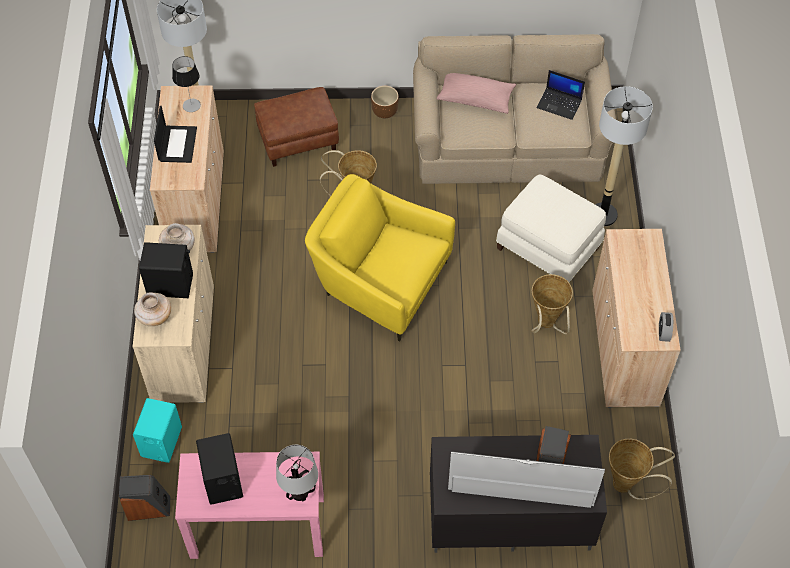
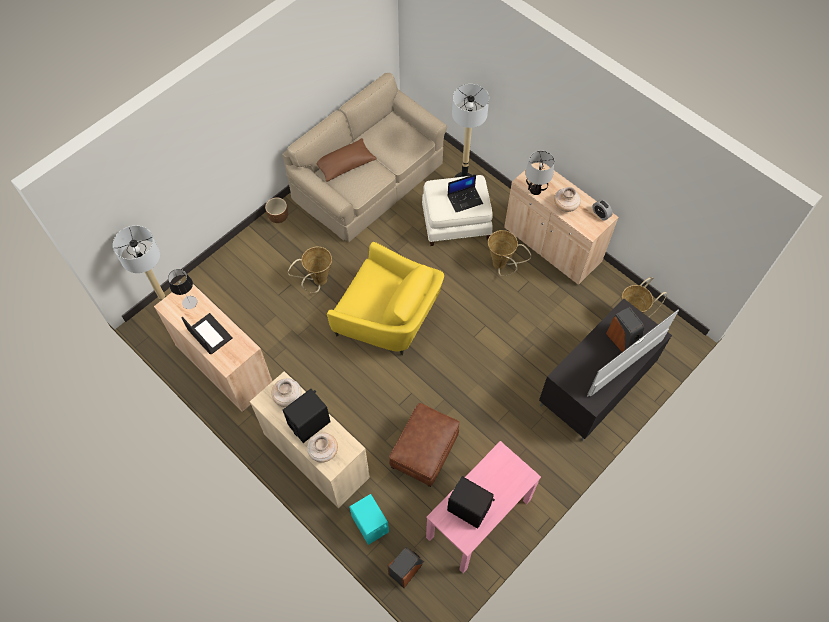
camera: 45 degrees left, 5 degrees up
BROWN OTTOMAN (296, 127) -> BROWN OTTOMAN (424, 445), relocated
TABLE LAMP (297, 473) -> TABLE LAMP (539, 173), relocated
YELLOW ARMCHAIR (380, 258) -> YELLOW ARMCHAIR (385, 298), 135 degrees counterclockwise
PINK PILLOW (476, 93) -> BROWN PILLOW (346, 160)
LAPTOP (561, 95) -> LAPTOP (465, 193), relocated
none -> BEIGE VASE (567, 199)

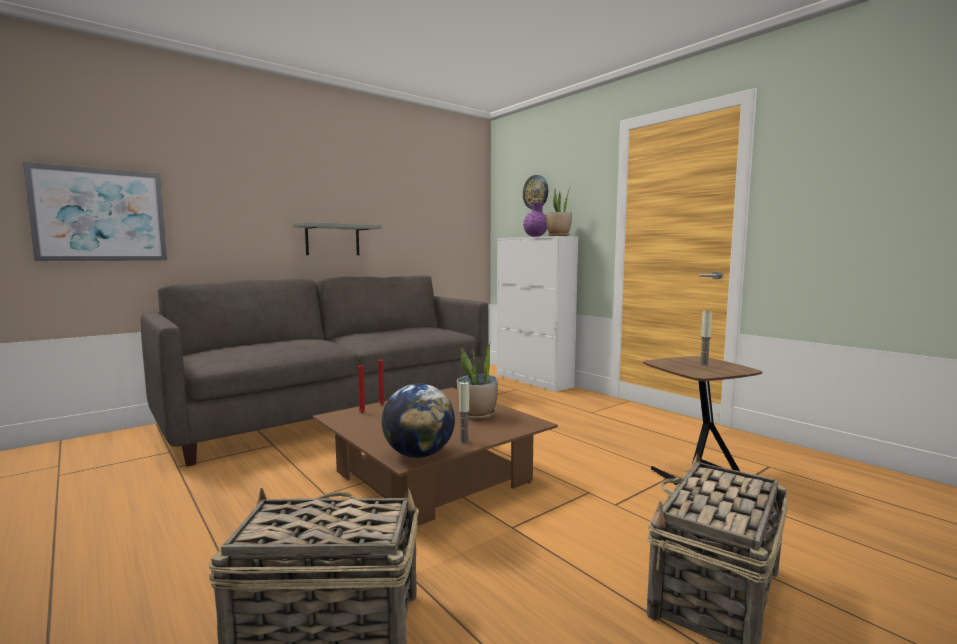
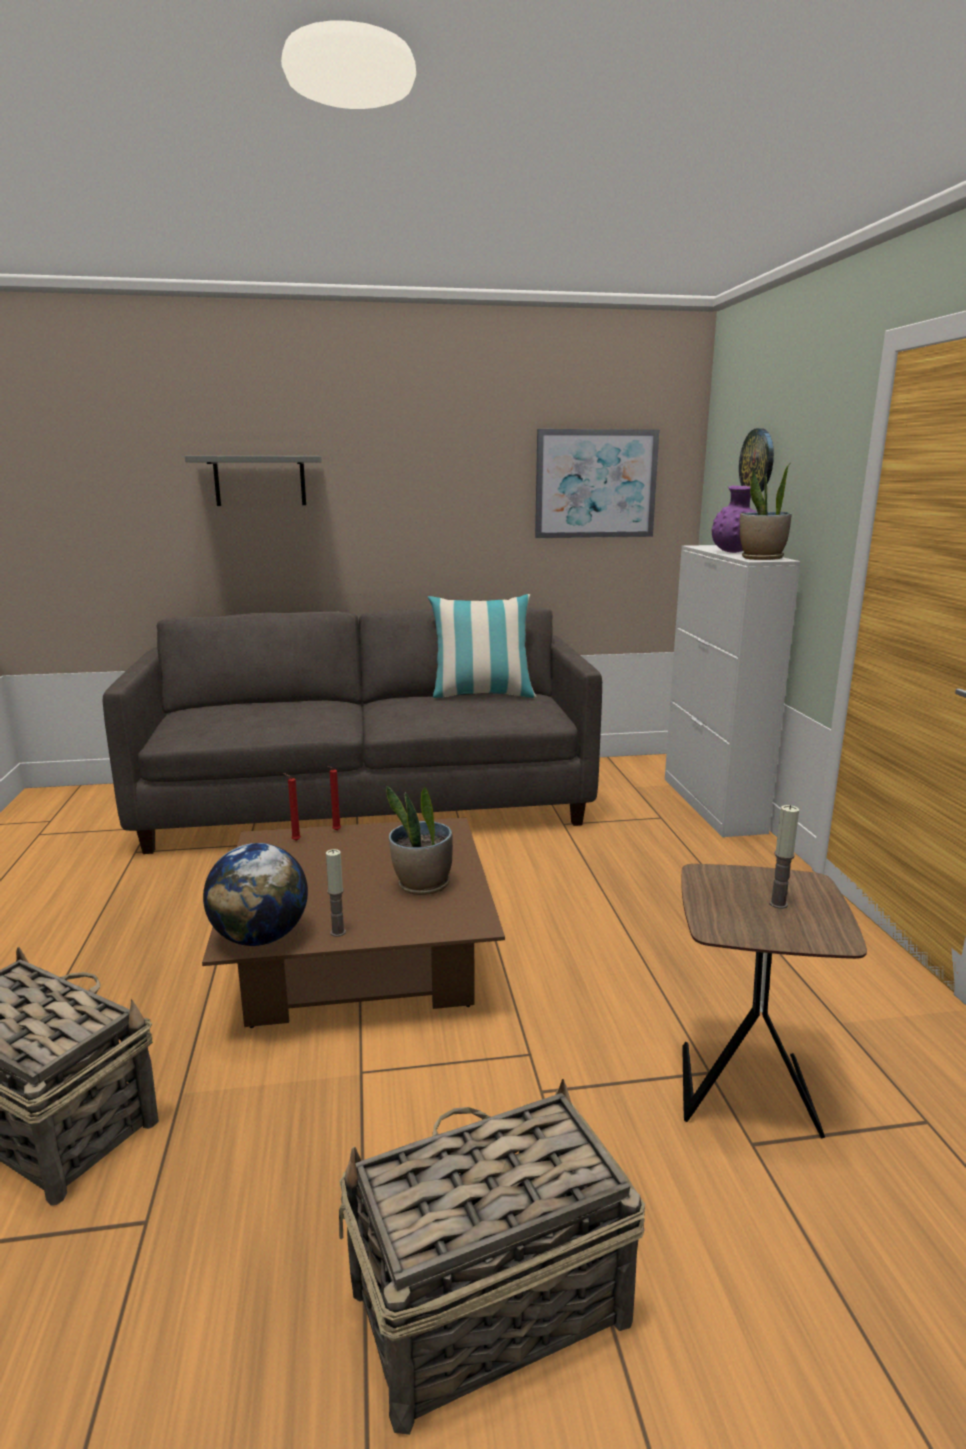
camera: 30 degrees right, 10 degrees up
PICTURE (95, 211) -> PICTURE (597, 483), relocated
GREY SHELF (337, 238) -> GREY SHELF (253, 481), relocated
none -> PILLOW (482, 646)

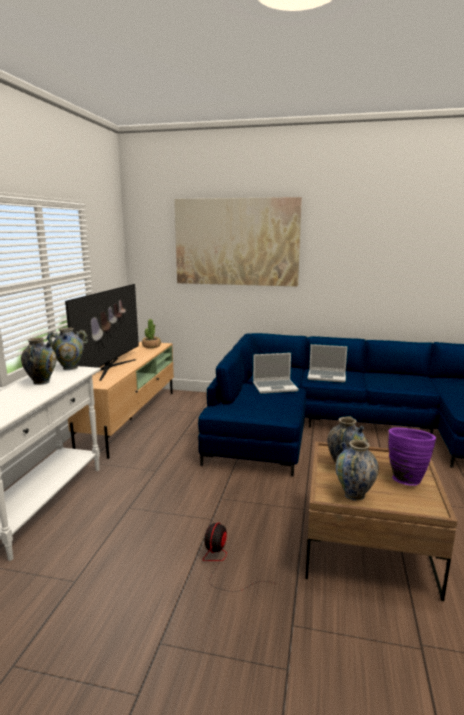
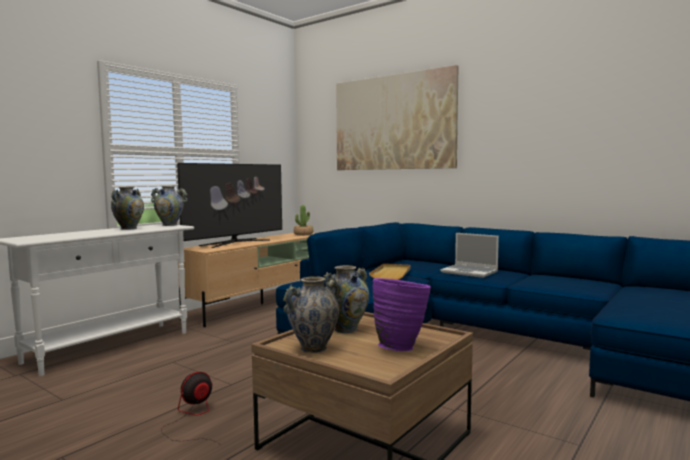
camera: 25 degrees right, 10 degrees down
LAPTOP (276, 373) -> BEIGE TRAY (389, 272)

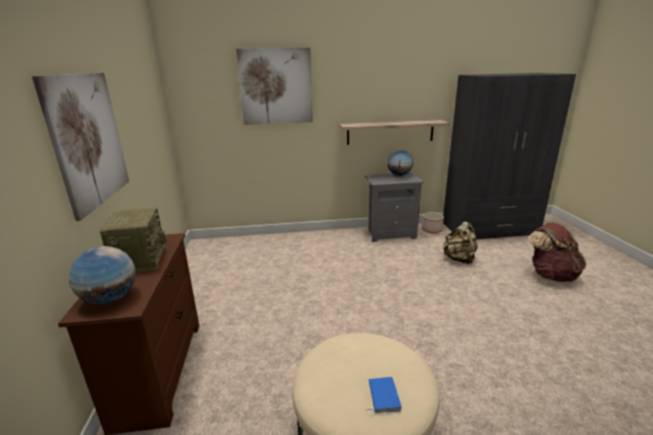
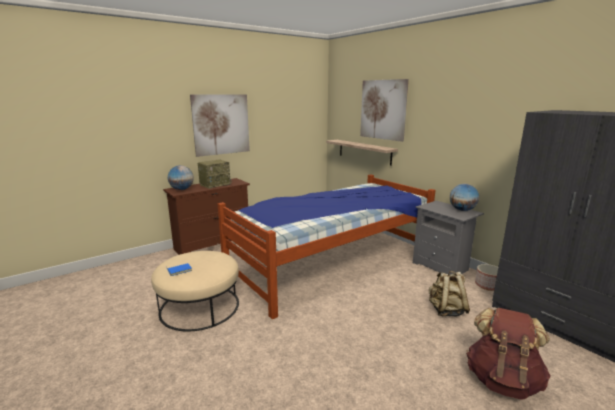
camera: 60 degrees right, 5 degrees down
SHELF (394, 132) -> SHELF (362, 153), relocated
none -> BED (327, 247)

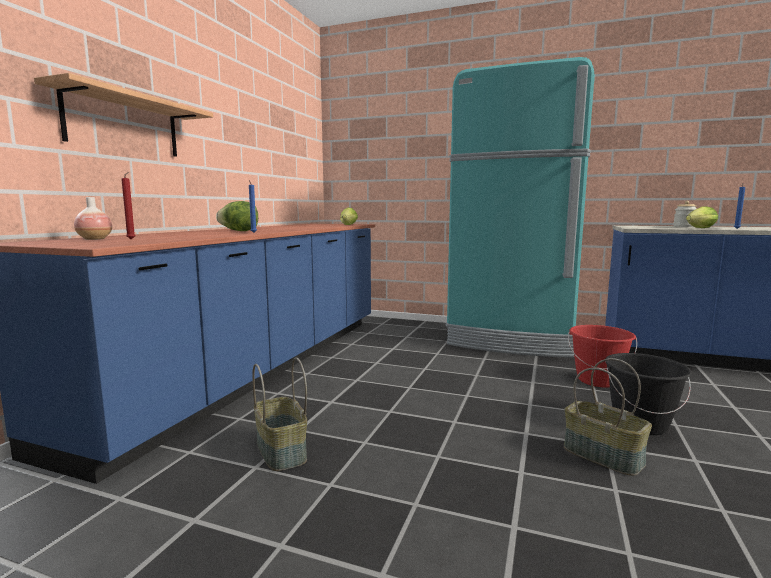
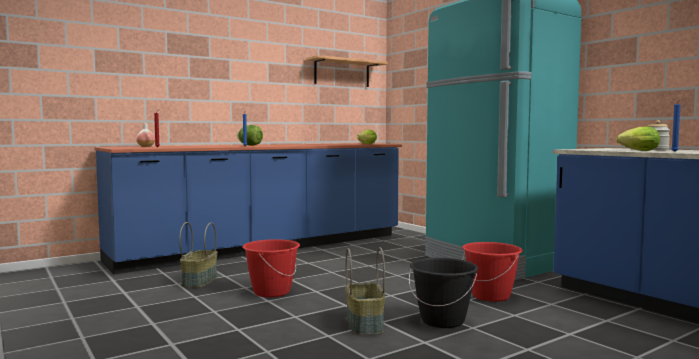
camera: 35 degrees right, 5 degrees down
SHELF (123, 115) -> SHELF (347, 71), relocated
none -> RED BUCKET (271, 268)

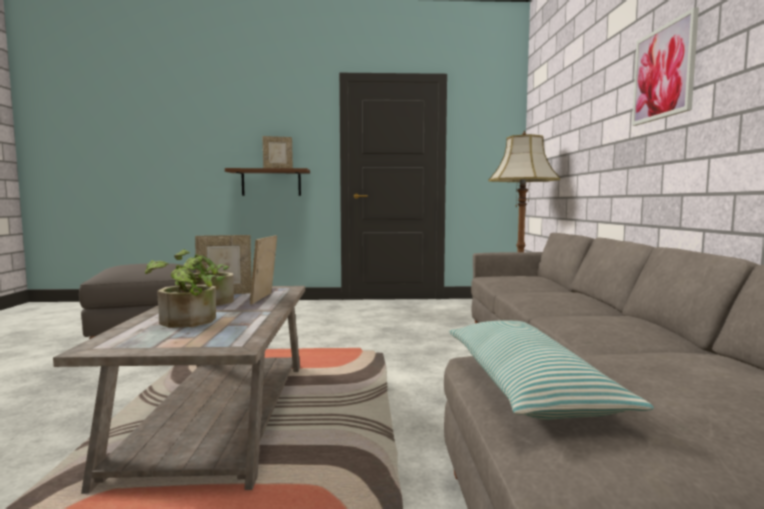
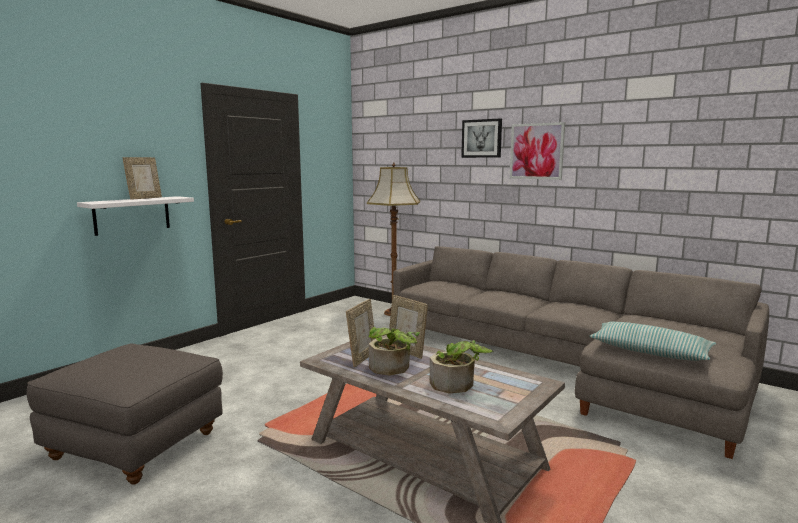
camera: 50 degrees left, 5 degrees up
BROWN SHELF (267, 182) -> WHITE SHELF (135, 216)
none -> PICTURE (481, 138)

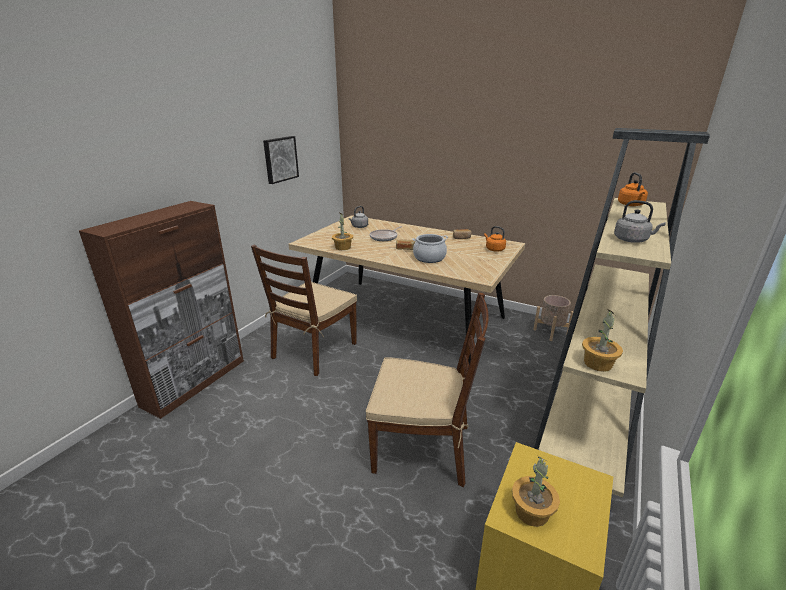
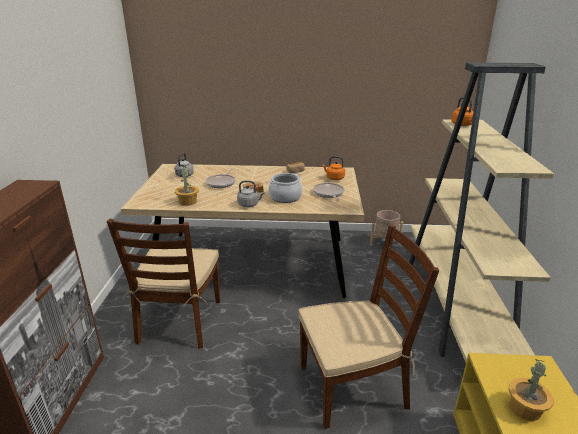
camera: 25 degrees left, 0 degrees up
PICTURE (281, 160) -> none
POTTED PLANT (602, 340) -> none
GREY KETTLE (640, 221) -> GREY KETTLE (251, 194), relocated
none -> FRYING PAN (328, 192)

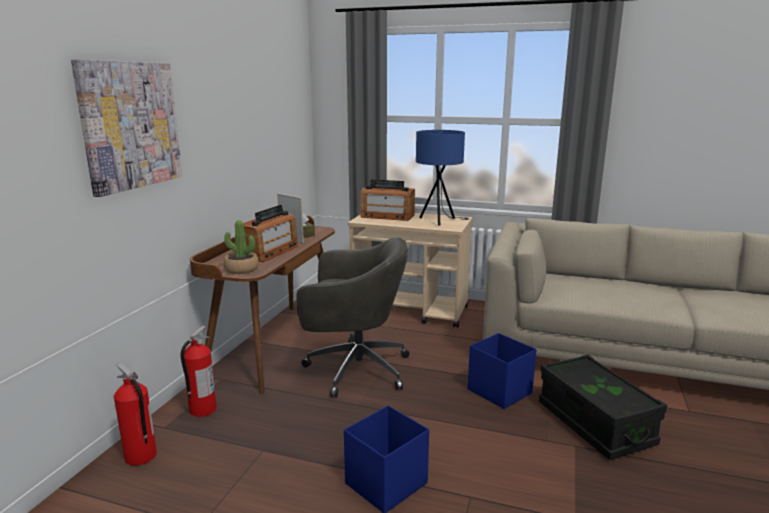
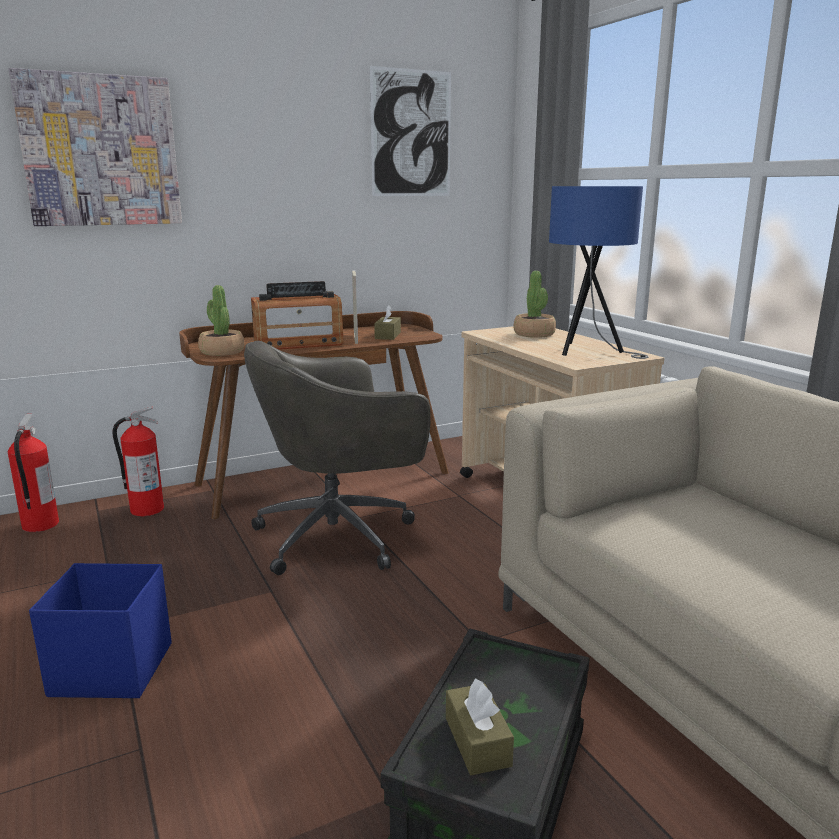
camera: 45 degrees right, 0 degrees up
GREY OFFICE CHAIR (353, 317) -> GREY OFFICE CHAIR (337, 458), 105 degrees clockwise
RADIO (388, 200) -> POTTED PLANT (535, 304)
BLUE STORAGE BOX (502, 371) -> none
none -> PICTURE (410, 131)
none -> BROWN TISSUE BOX (480, 726)

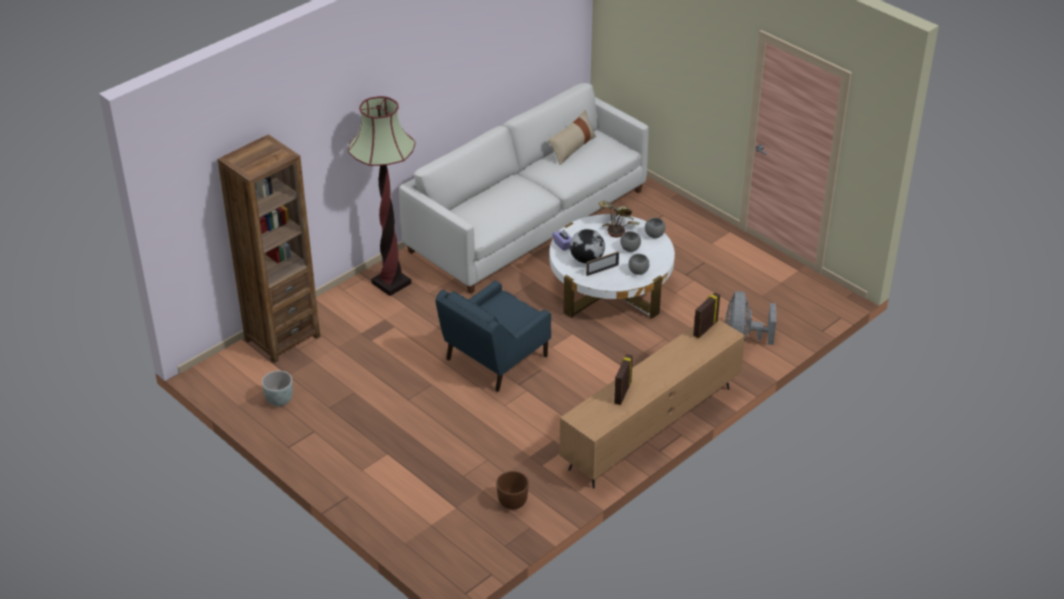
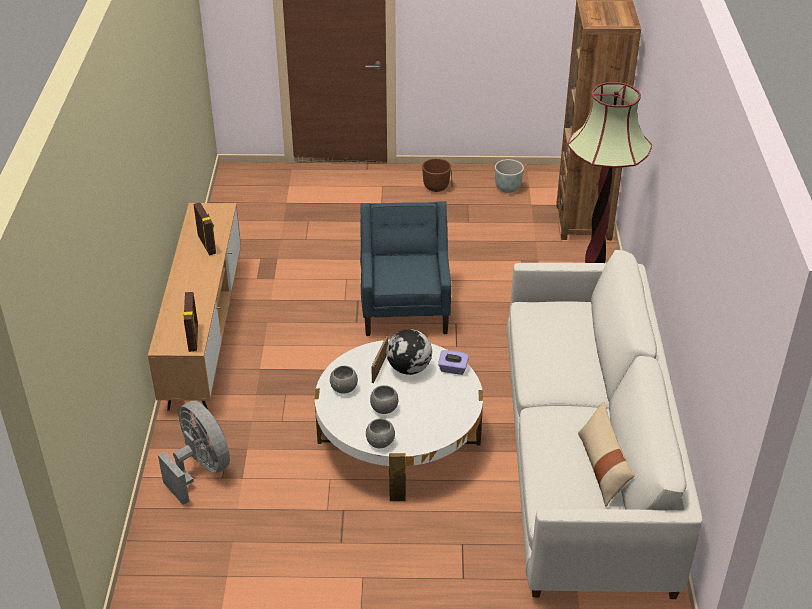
camera: 135 degrees right, 0 degrees up
BROWN PLANTER (512, 490) -> BROWN PLANTER (436, 175), relocated
POTTED PLANT (619, 219) -> none

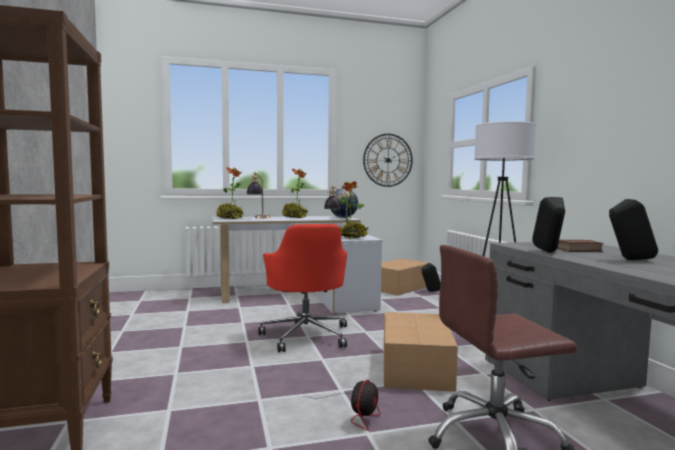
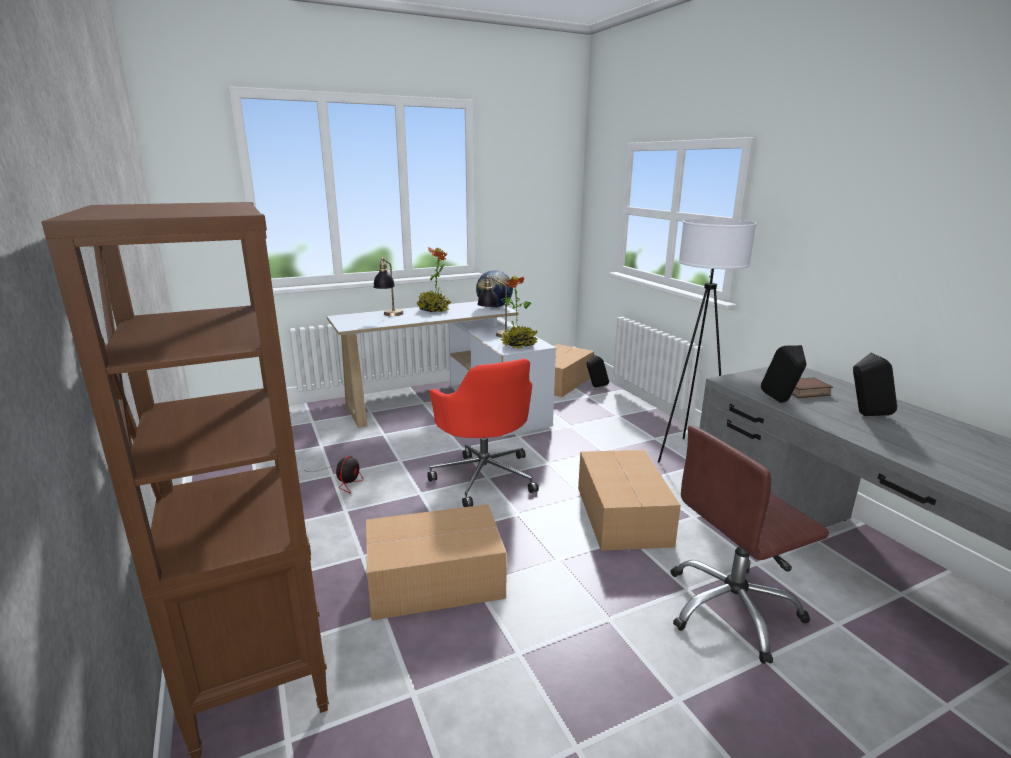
camera: 10 degrees left, 15 degrees up
POTTED PLANT (229, 193) -> none
FAN (342, 405) -> FAN (333, 475), relocated
WALL CLOCK (388, 160) -> none
none -> CARDBOARD BOX (436, 562)

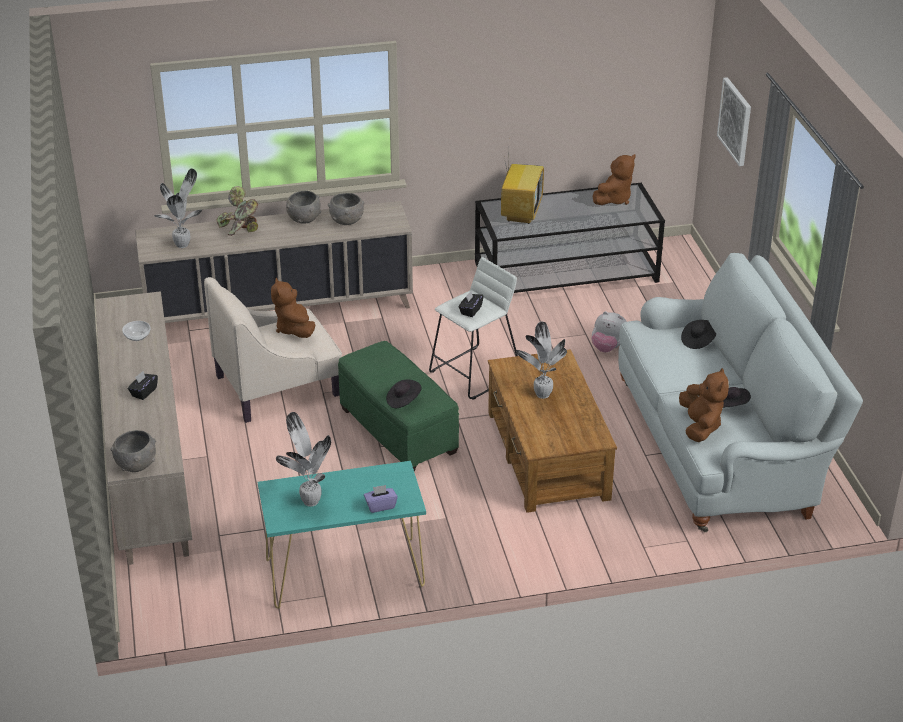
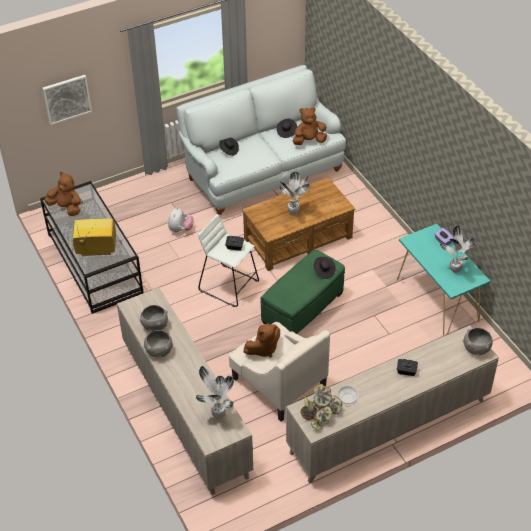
camera: 105 degrees left, 10 degrees up
POTTED PLANT (237, 211) -> POTTED PLANT (321, 407), relocated

